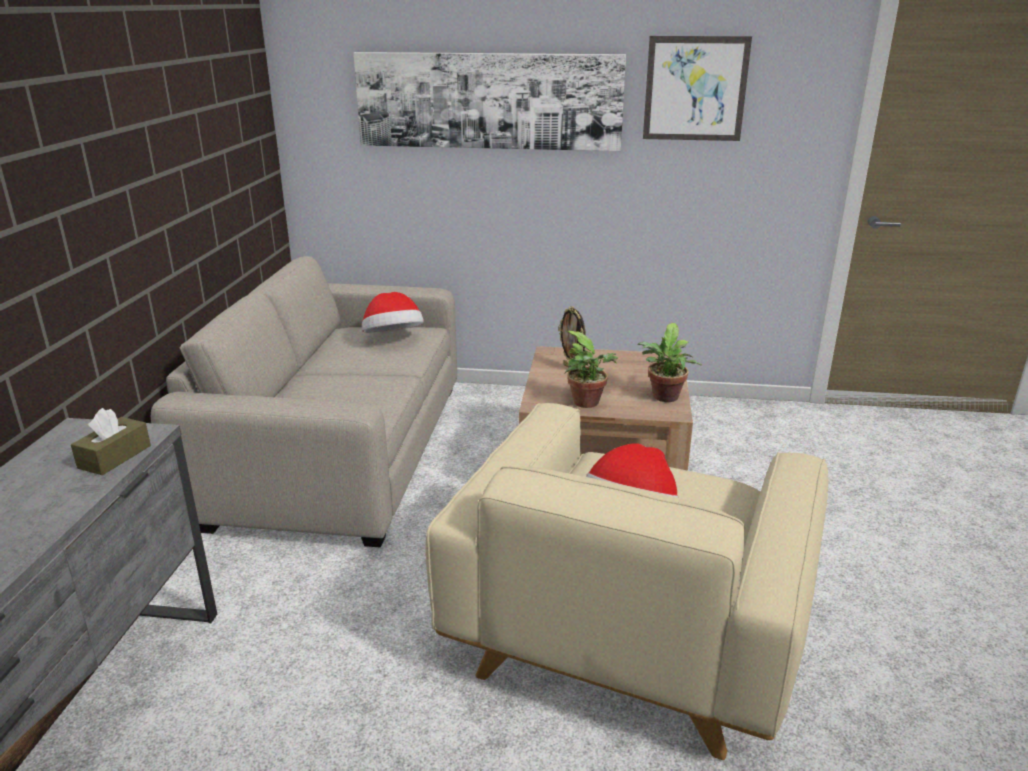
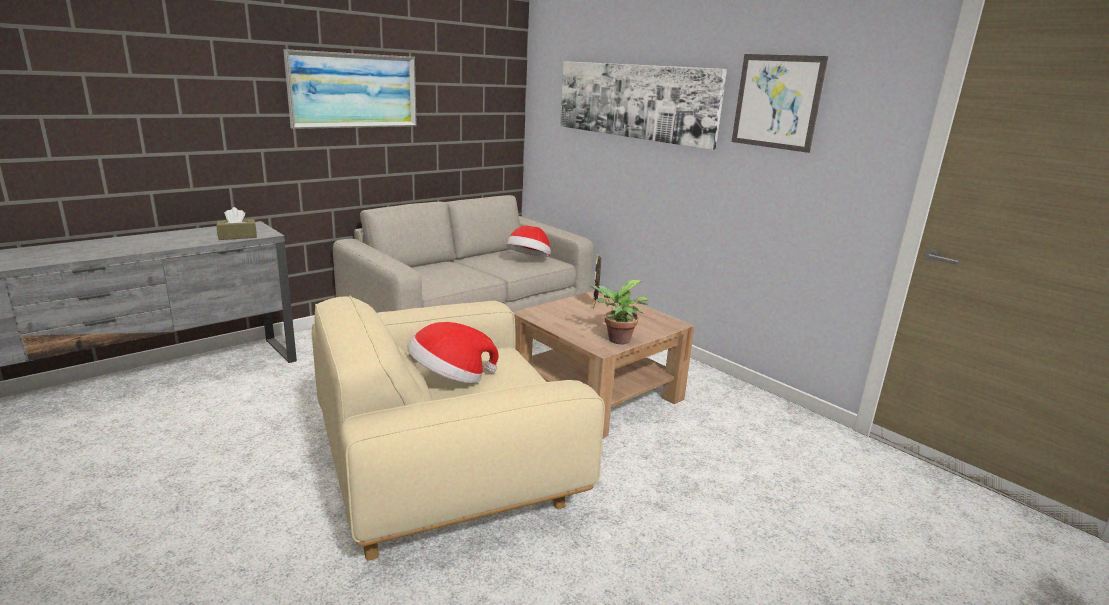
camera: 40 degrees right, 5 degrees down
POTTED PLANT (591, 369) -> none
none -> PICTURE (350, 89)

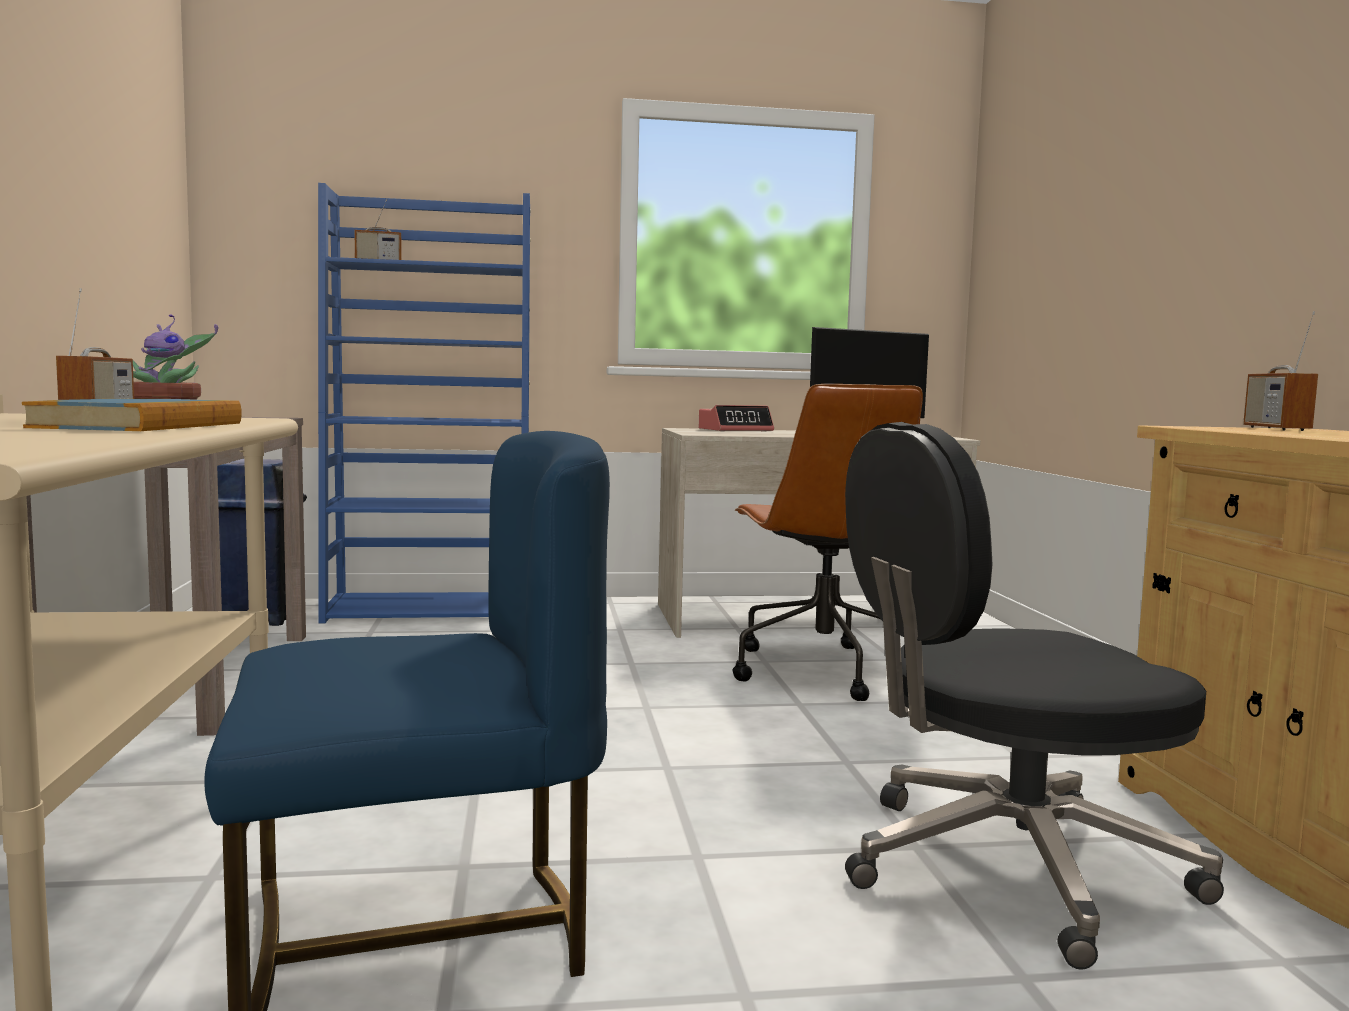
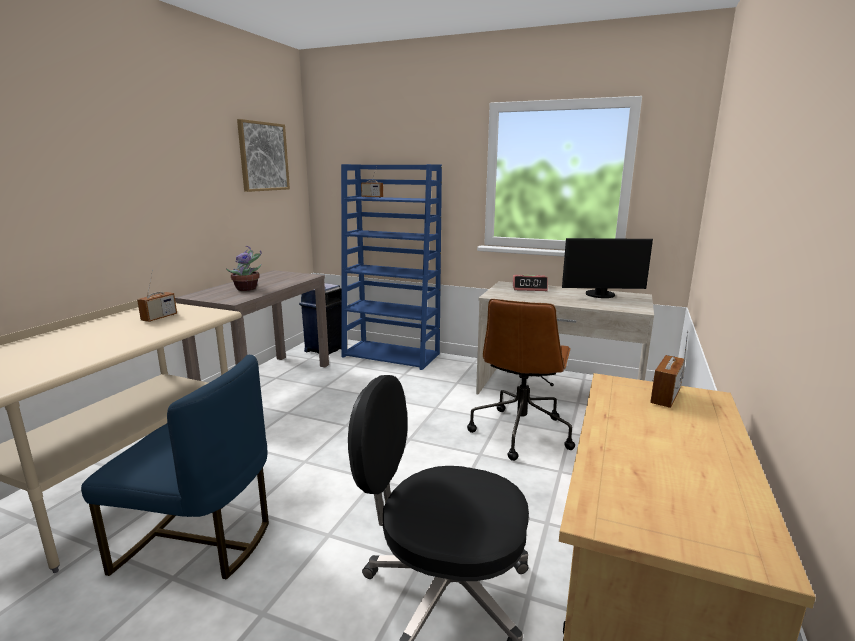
camera: 30 degrees right, 10 degrees up
BOOK (132, 415) -> none
none -> PICTURE (263, 155)

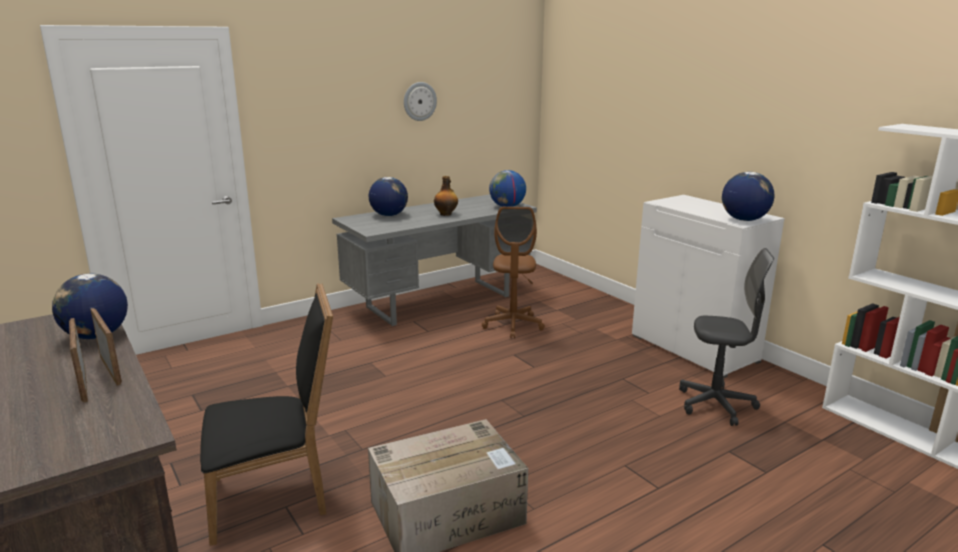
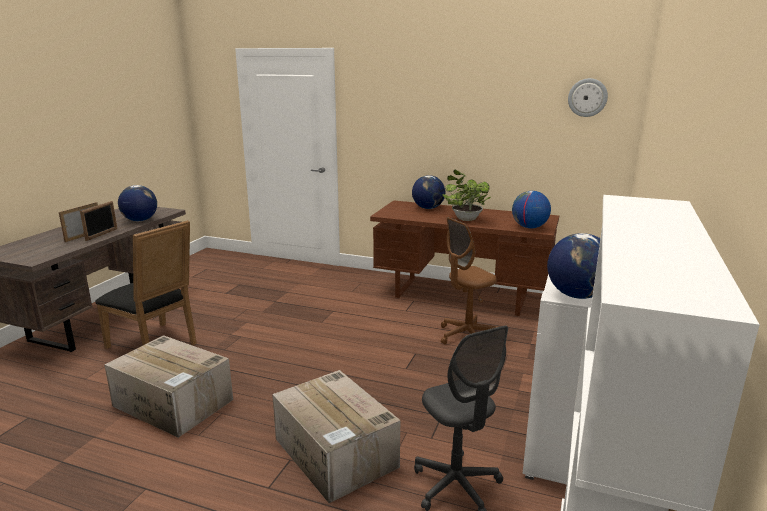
camera: 55 degrees right, 0 degrees up
GREY DESK (434, 260) -> BROWN DESK (464, 258)
WALL CLOCK (420, 101) -> WALL CLOCK (588, 97), relocated
BOTTLE (446, 196) -> POTTED PLANT (466, 195)
none -> CARDBOARD BOX (336, 436)

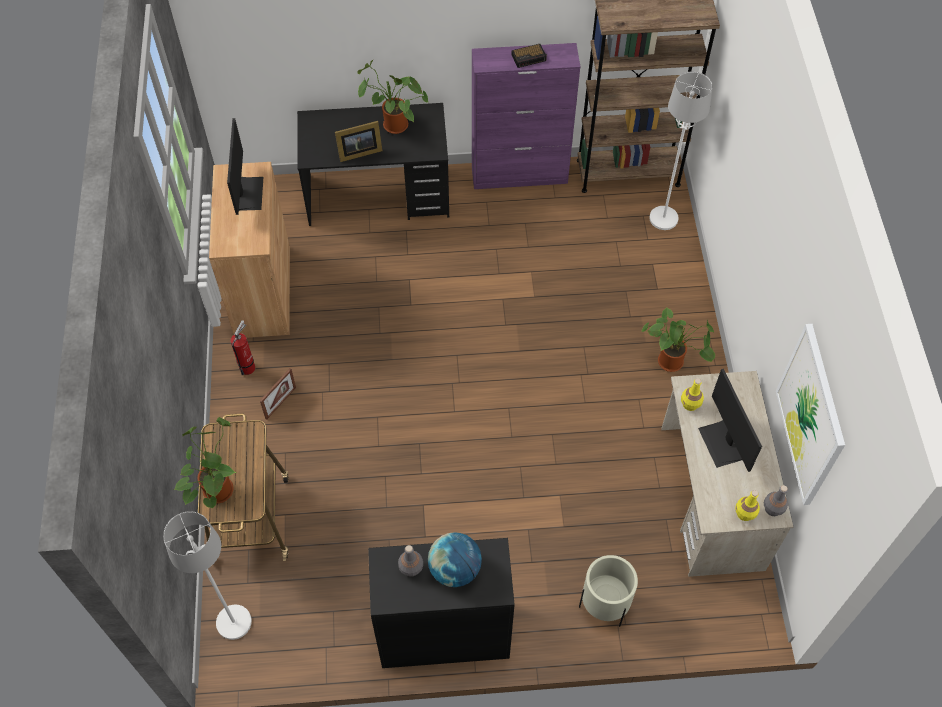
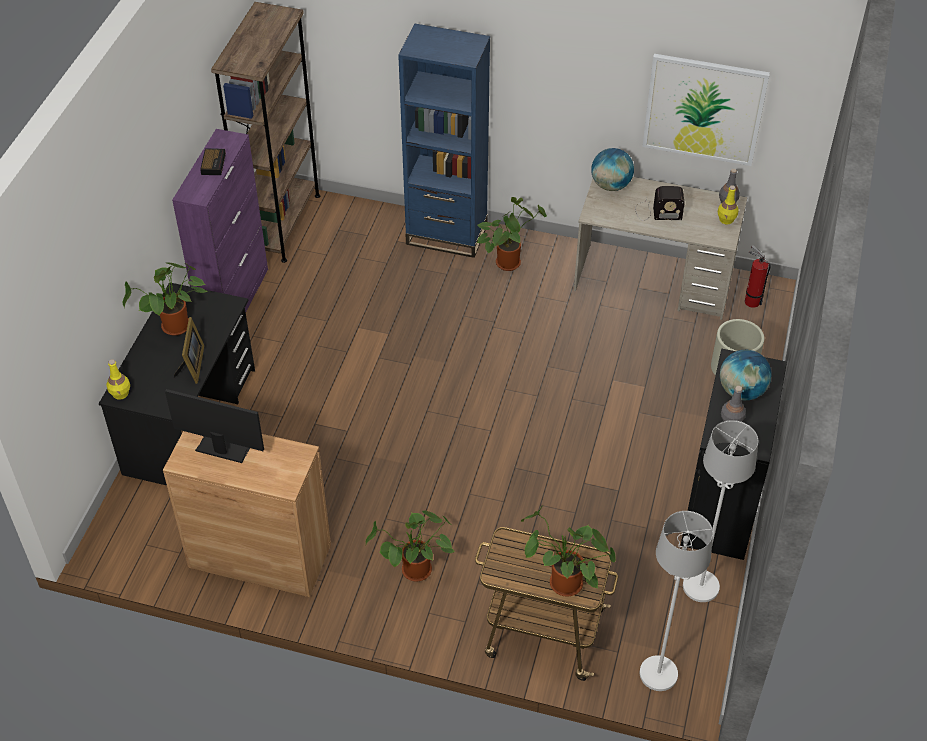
camera: 70 degrees left, 10 degrees down
FIRE EXTINGUISHER (242, 347) -> FIRE EXTINGUISHER (758, 276), relocated
PICTURE FRAME (278, 394) -> POTTED PLANT (410, 546)
WHITE FLOOR LAMP (681, 150) -> WHITE FLOOR LAMP (720, 511), relocated
YELLOW BOTTLE (692, 394) -> YELLOW BOTTLE (118, 379), relocated
MONITOR (730, 420) -> RADIO (660, 203)
none -> BLUE BOOKCASE (444, 140)
none -> GLOBE (612, 169)

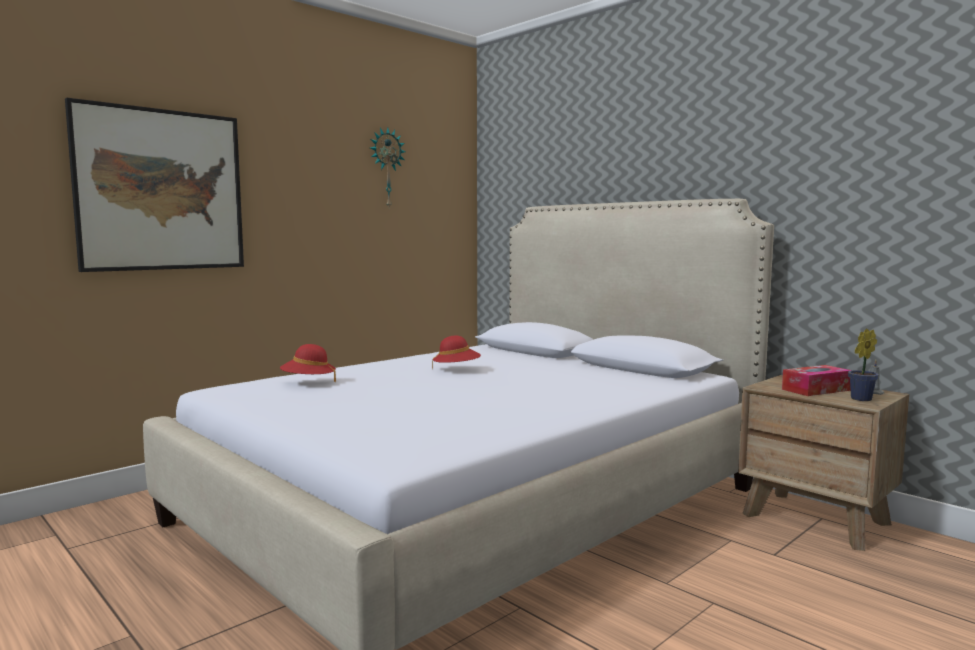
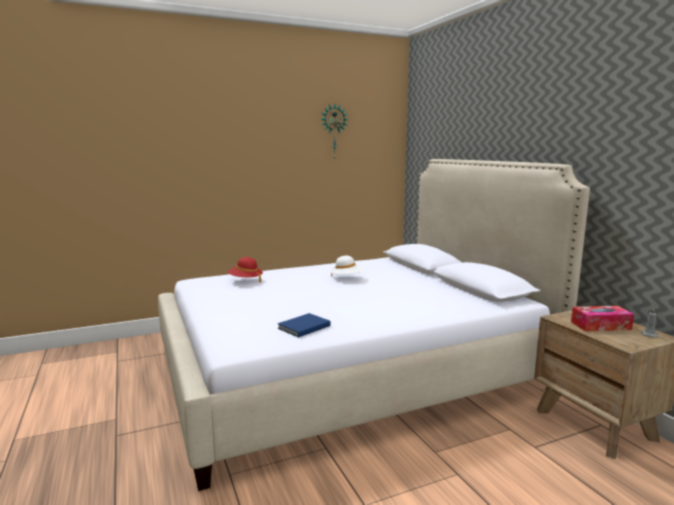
camera: 20 degrees right, 5 degrees up
PICTURE (154, 185) -> none
RED HAT (456, 352) -> WHITE HAT (347, 266)
POTTED PLANT (863, 364) -> none
none -> BLUE BOOK (304, 325)

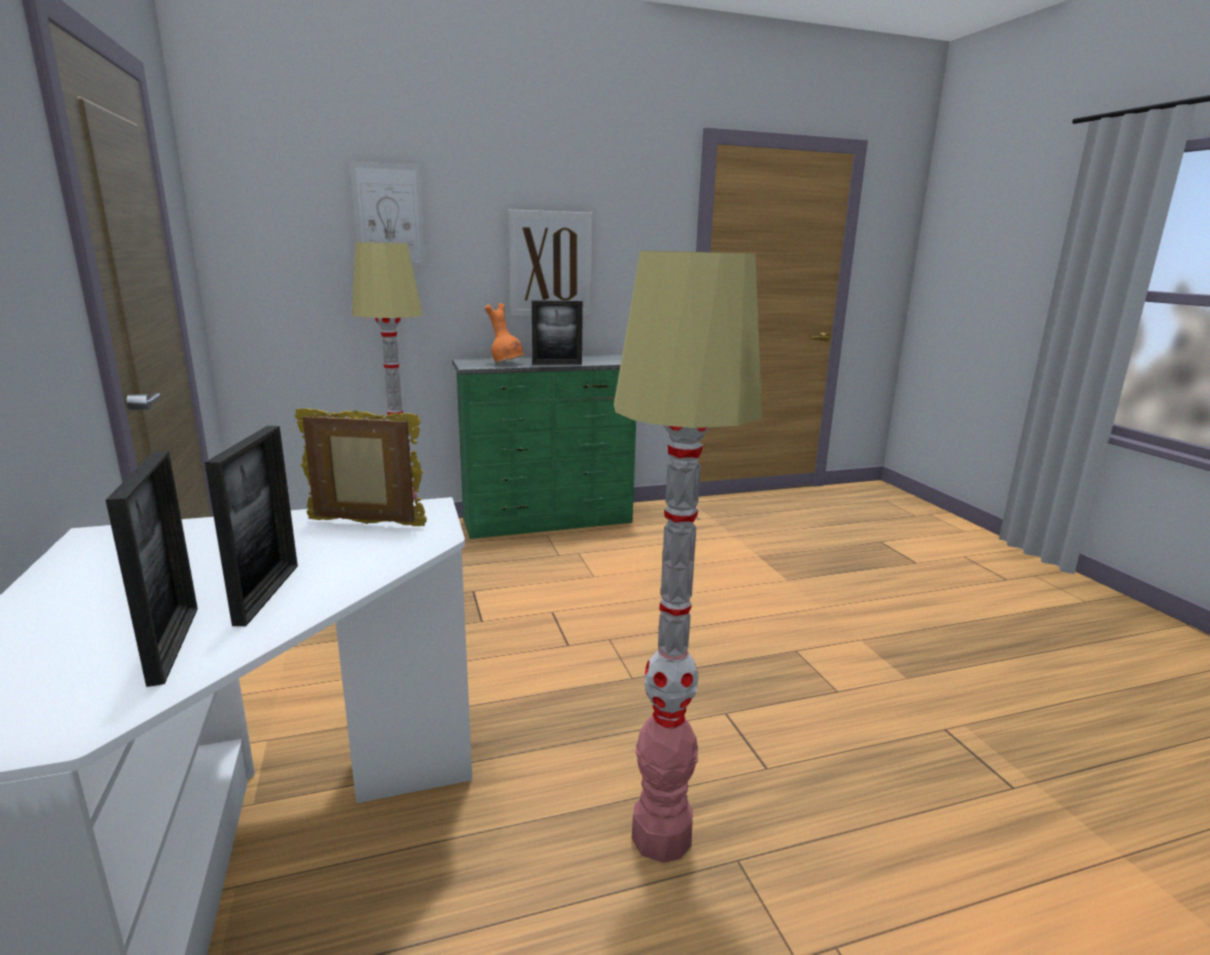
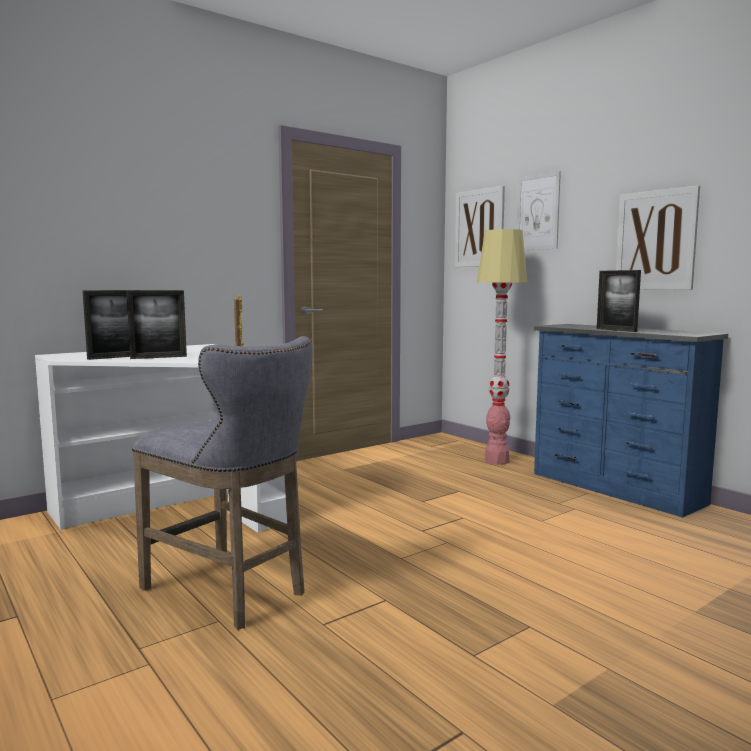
camera: 70 degrees right, 10 degrees down
GREEN DRESSER (544, 447) -> BLUE DRESSER (631, 421)
ORANGE VASE (504, 333) -> none
FLOOR LAMP (688, 557) -> GREY STOOL (222, 483)
none -> PICTURE (480, 226)

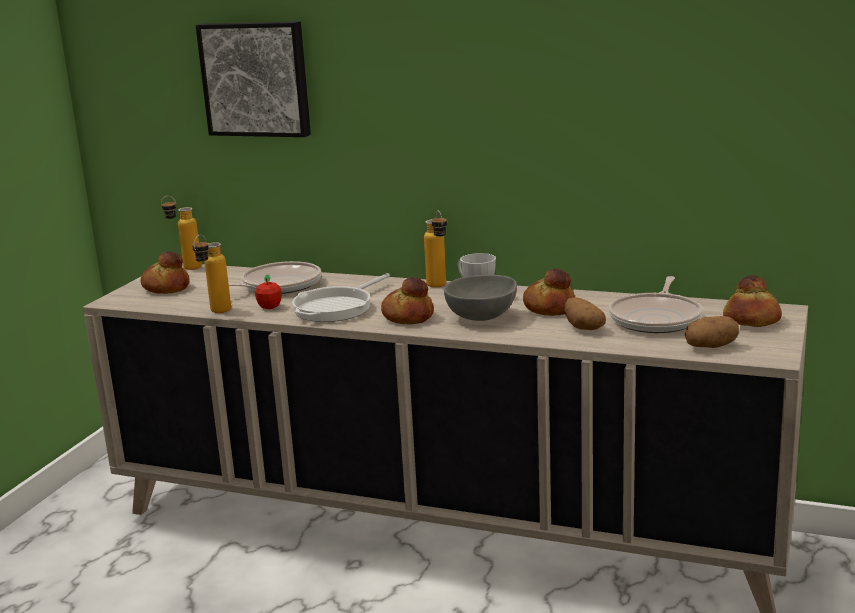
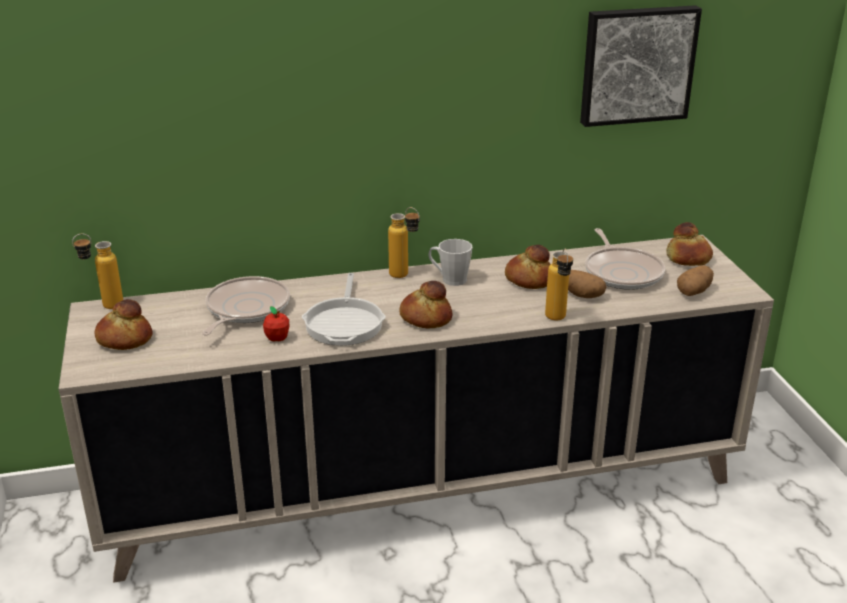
camera: 35 degrees left, 10 degrees up
BOTTLE (211, 273) -> BOTTLE (559, 285), relocated
PICTURE (253, 79) -> PICTURE (641, 66), relocated
GREY BOWL (480, 298) -> none

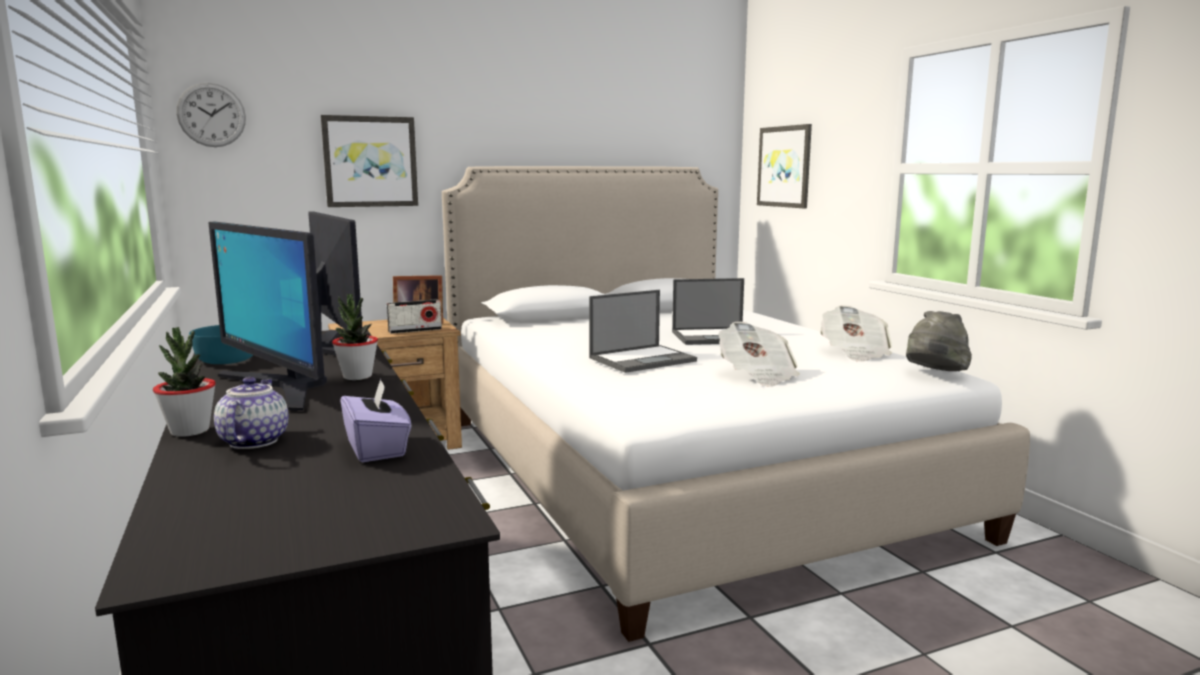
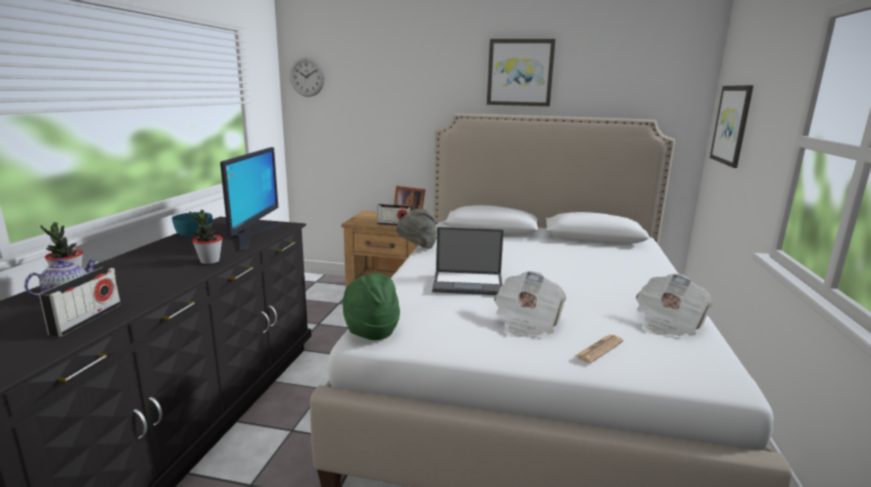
camera: 35 degrees right, 5 degrees up
MONITOR (267, 316) -> none
PICTURE (369, 161) -> PICTURE (521, 72), relocated
PURPLE TISSUE BOX (376, 420) -> RADIO (80, 302)
LAPTOP (708, 311) -> none
GREY HAT (939, 341) -> GREY HAT (416, 229), relocated
none -> GREEN HAT (371, 306)
none -> NEWSPAPER (599, 349)

